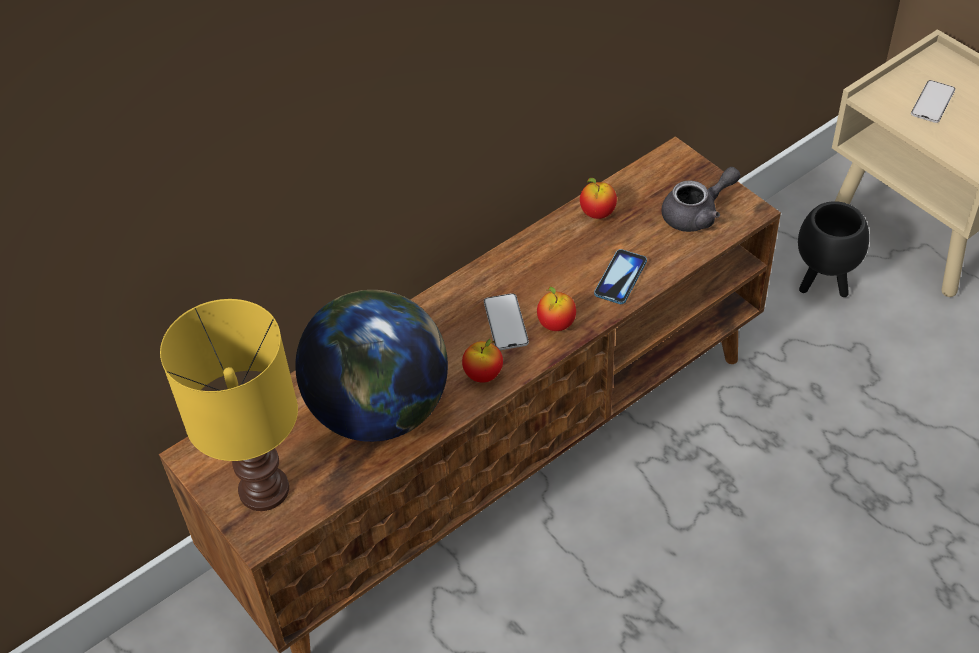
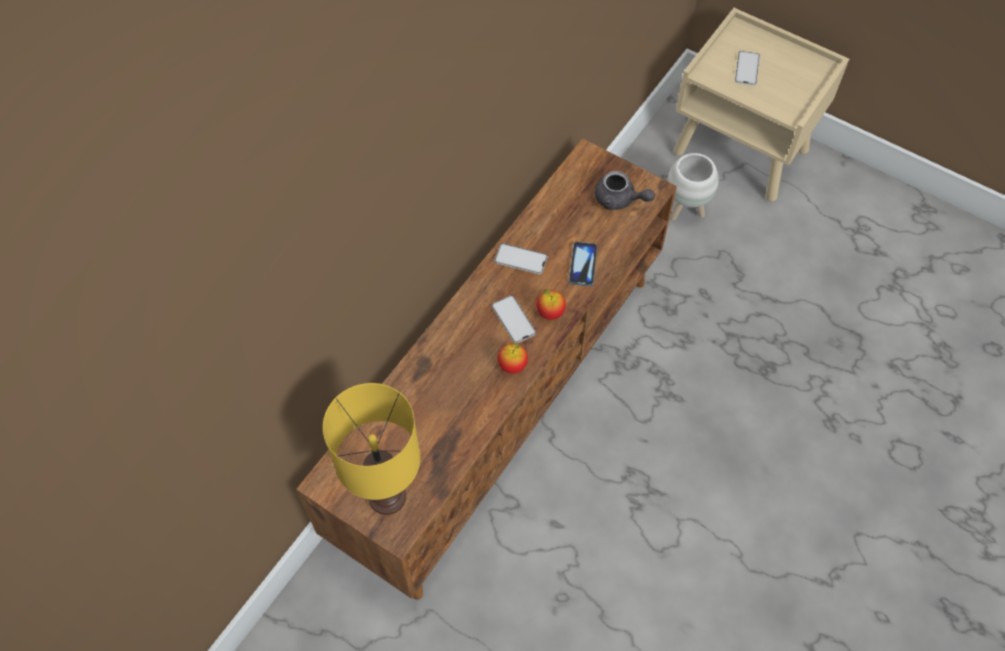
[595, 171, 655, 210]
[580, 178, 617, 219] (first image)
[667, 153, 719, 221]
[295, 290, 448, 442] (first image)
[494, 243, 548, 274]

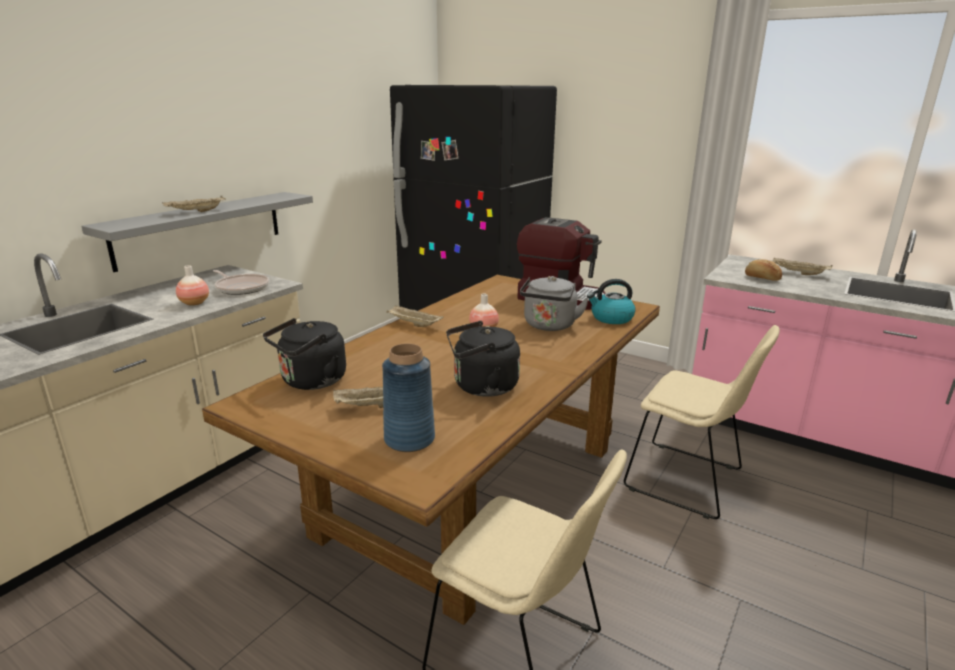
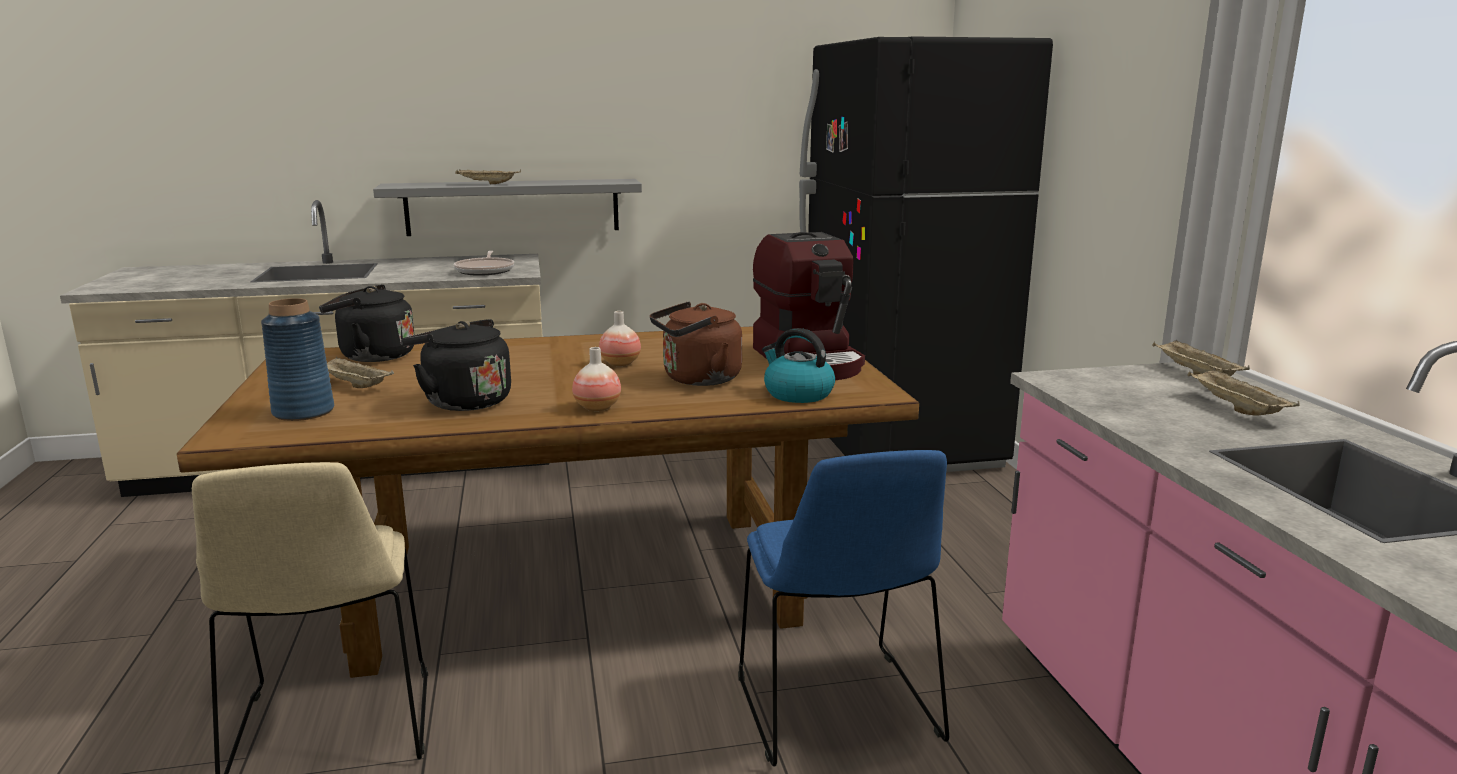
[745, 259, 782, 281] (first image)
[572, 347, 621, 411]
[650, 301, 742, 386]
[1152, 339, 1250, 376]
[738, 450, 949, 766]

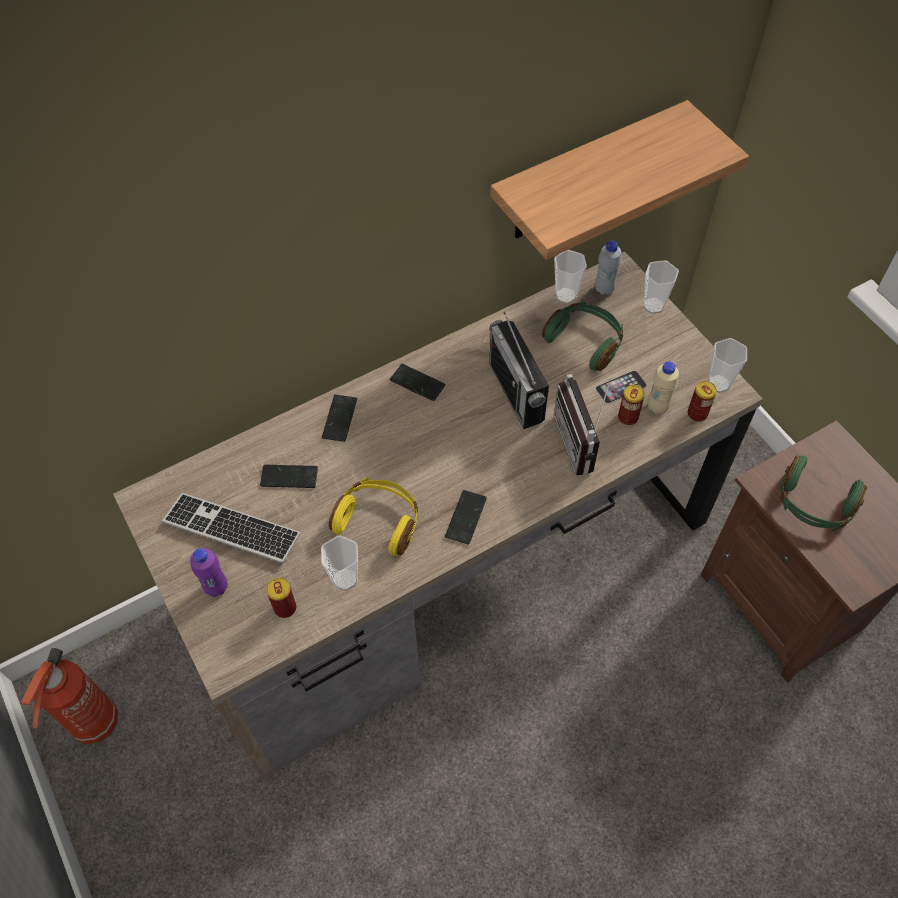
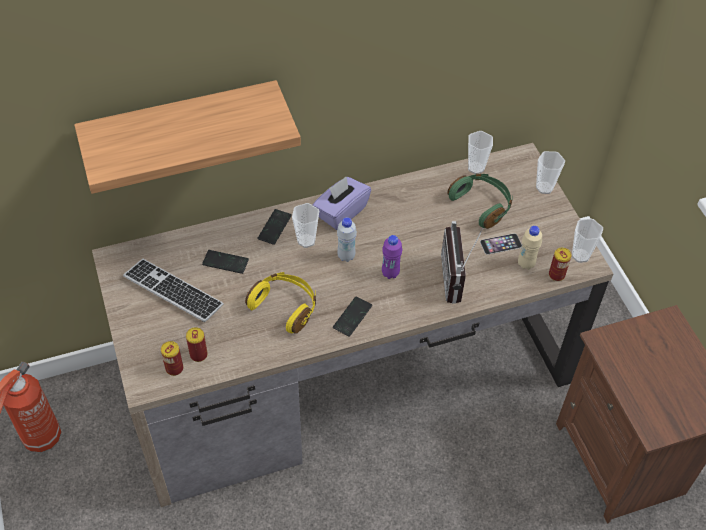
[74, 80, 301, 194]
[337, 217, 357, 262]
[489, 312, 549, 429] (first image)
[313, 177, 371, 230]
[161, 341, 183, 376]
[781, 455, 867, 532] (first image)
[292, 203, 319, 248]
[382, 235, 402, 279]

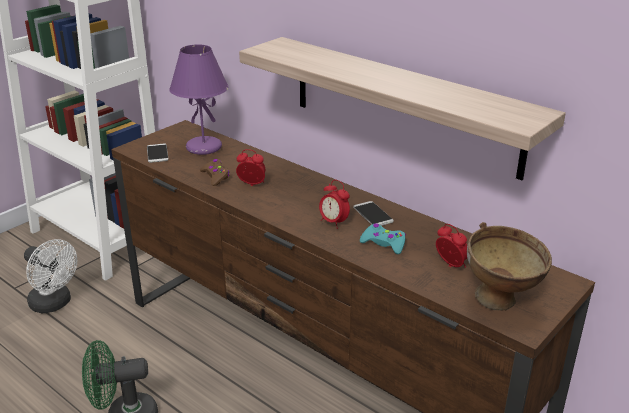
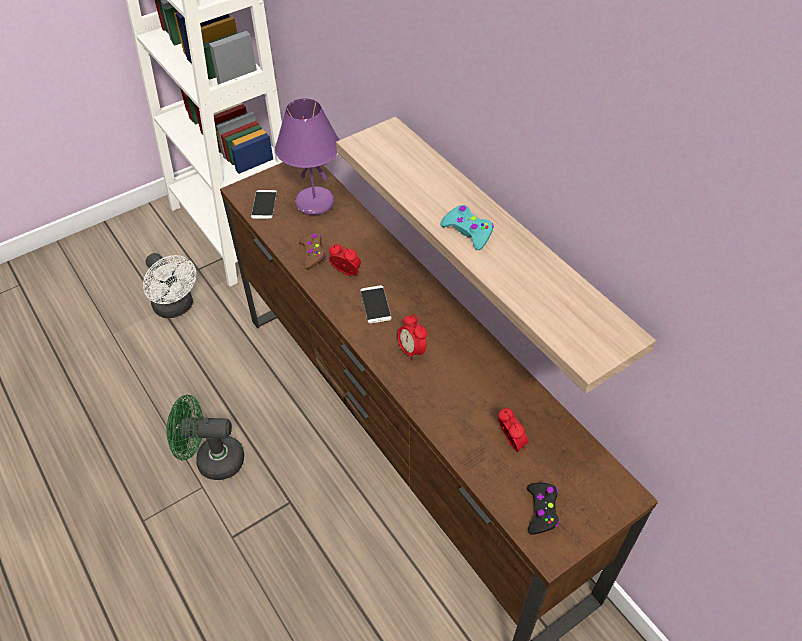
[360, 285, 392, 324]
[527, 483, 559, 535]
[440, 205, 494, 250]

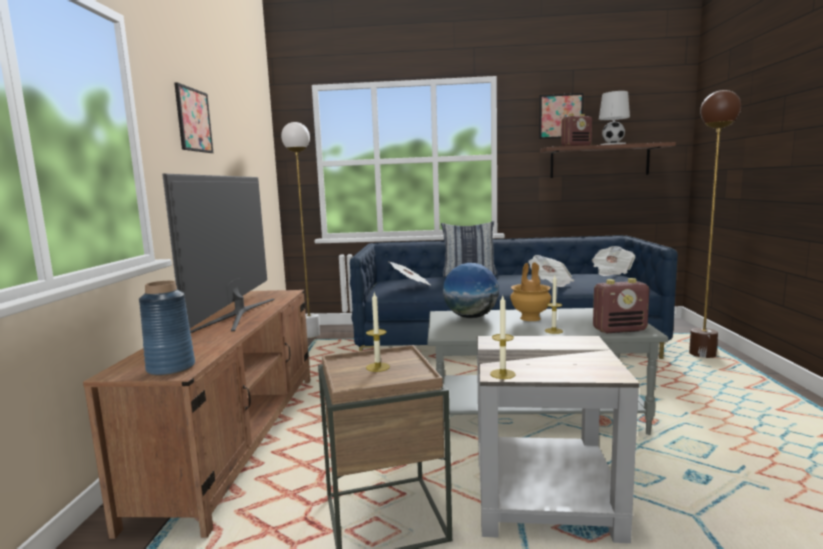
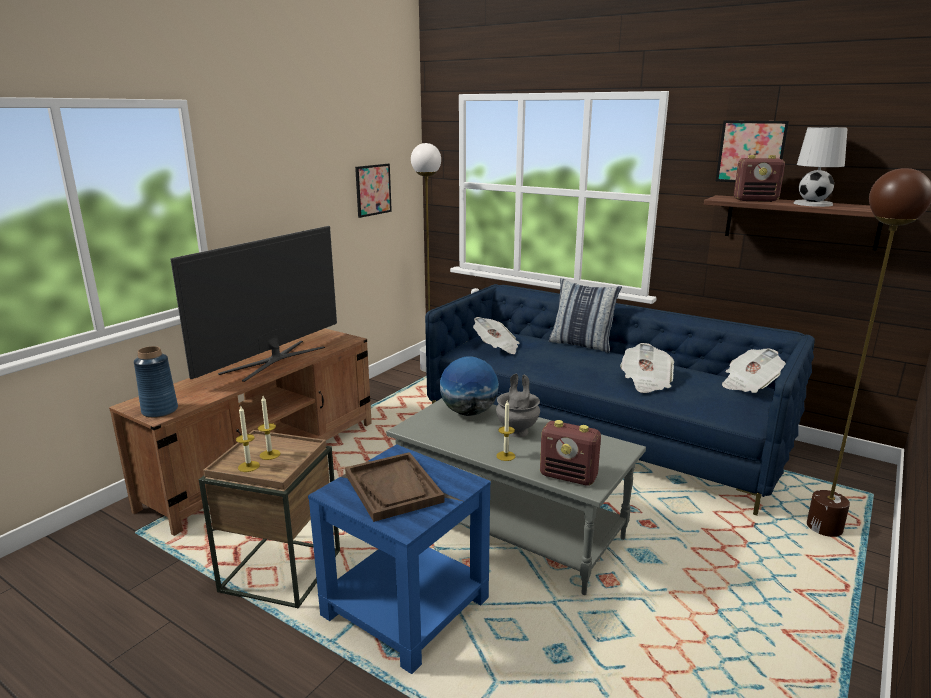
[355, 164, 392, 218]
[496, 374, 540, 437]
[236, 406, 260, 472]
[308, 444, 491, 674]
[345, 452, 444, 522]

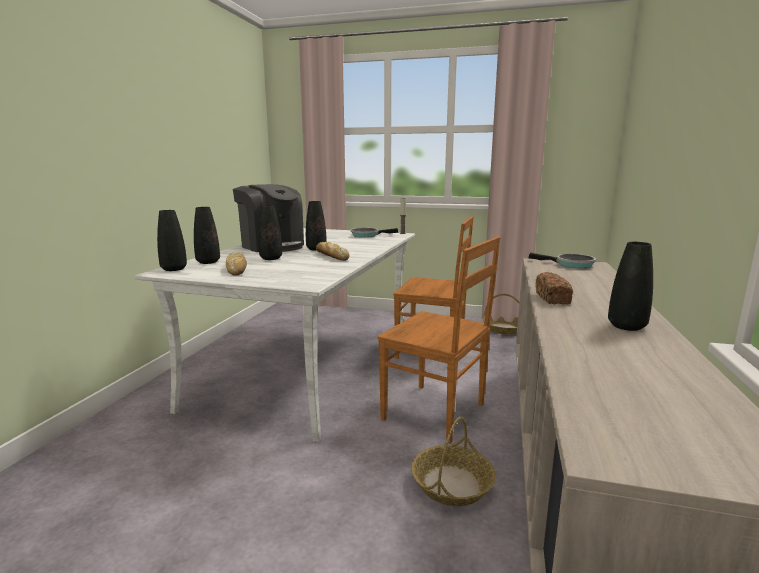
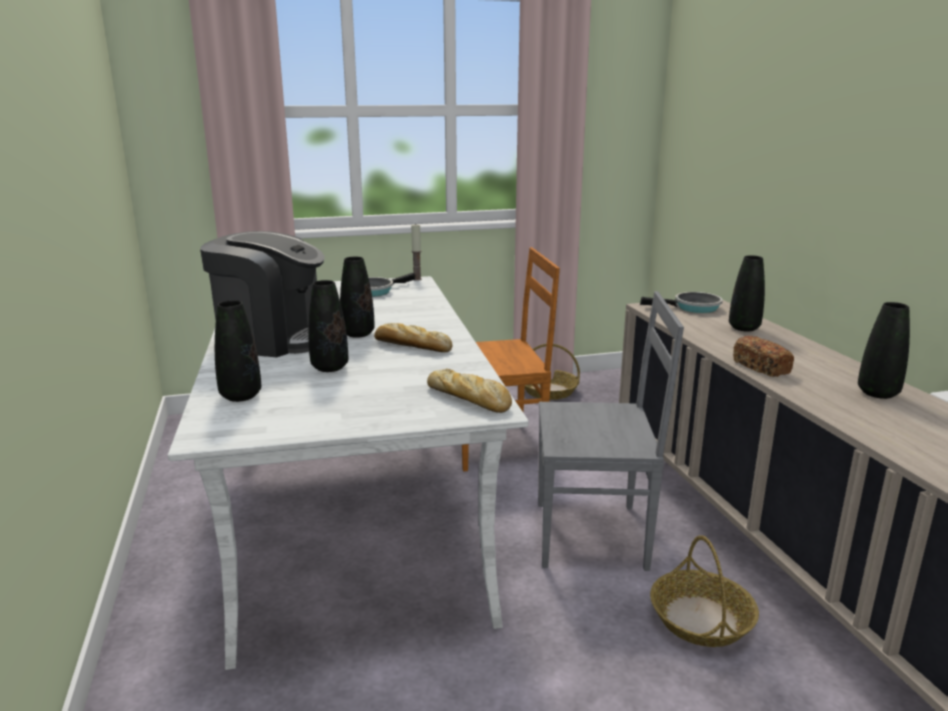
[729, 255, 765, 332]
[538, 291, 684, 571]
[427, 368, 512, 413]

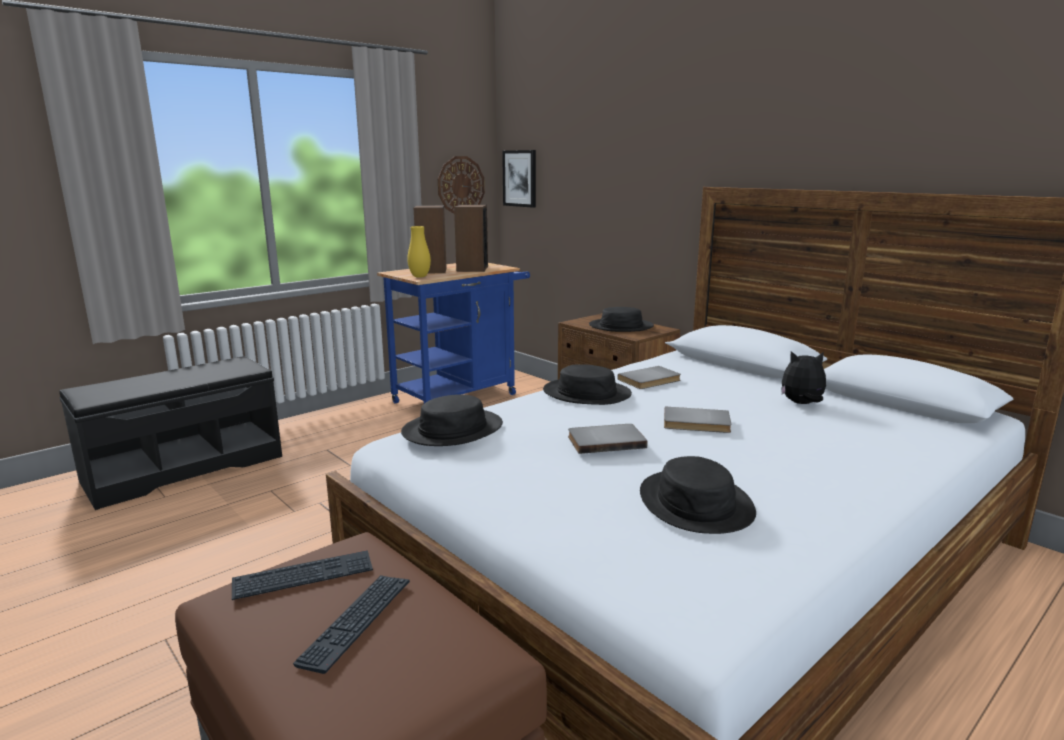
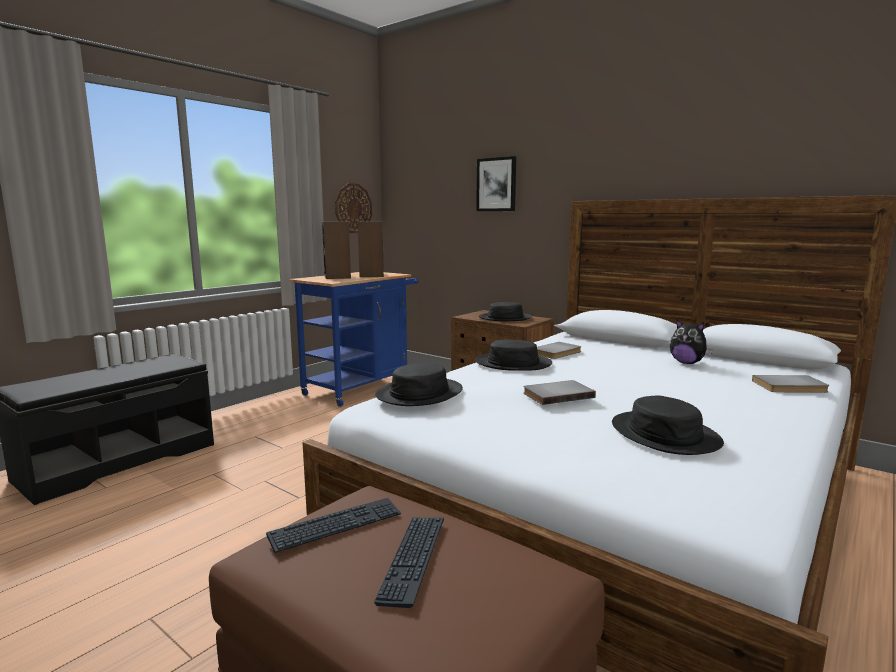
[476, 156, 516, 211]
[407, 226, 431, 278] (first image)
[670, 320, 712, 364]
[752, 375, 830, 393]

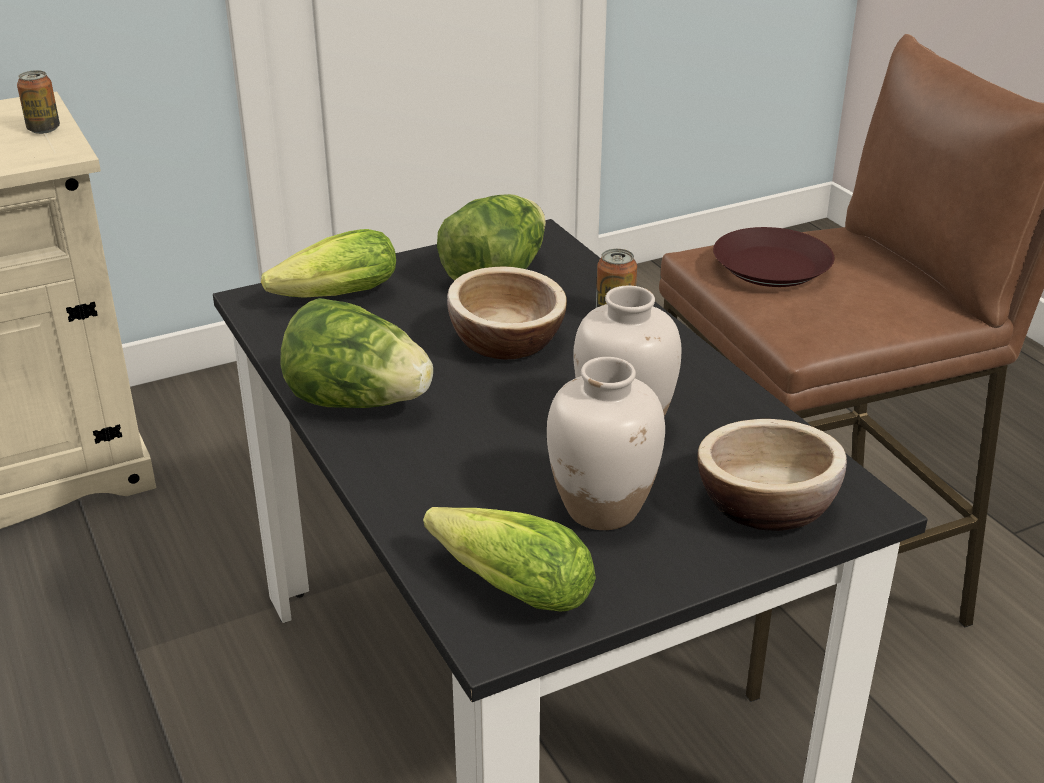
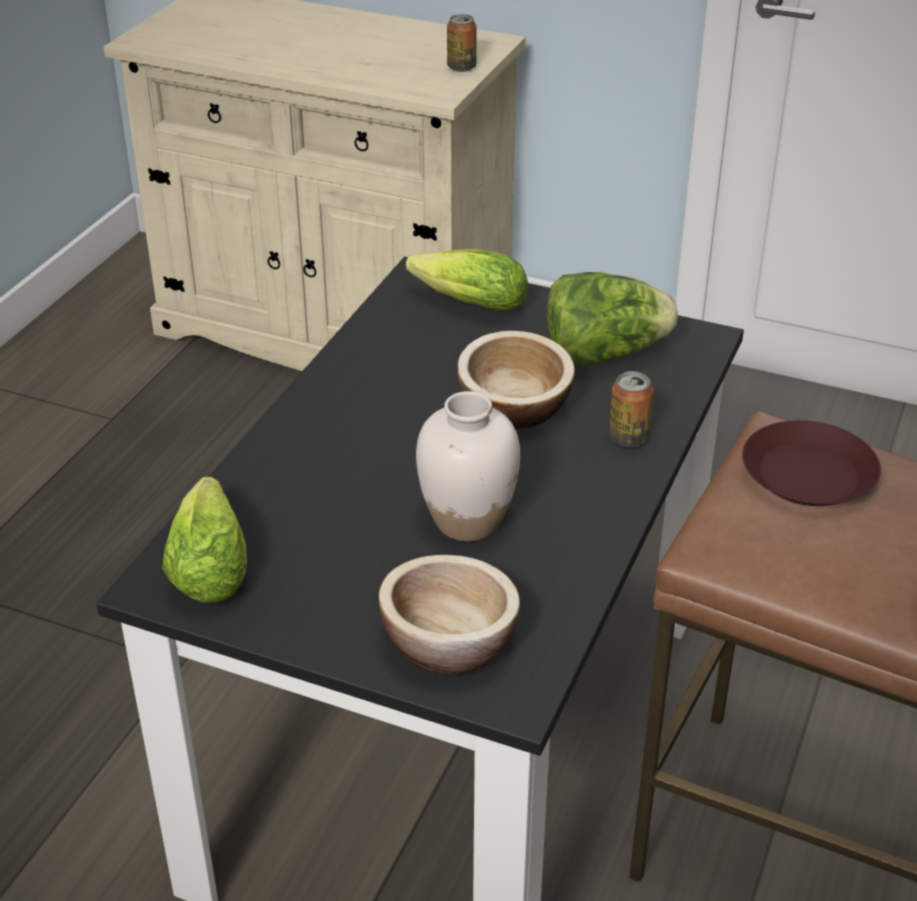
[280, 298, 433, 408] (first image)
[547, 357, 665, 530] (first image)

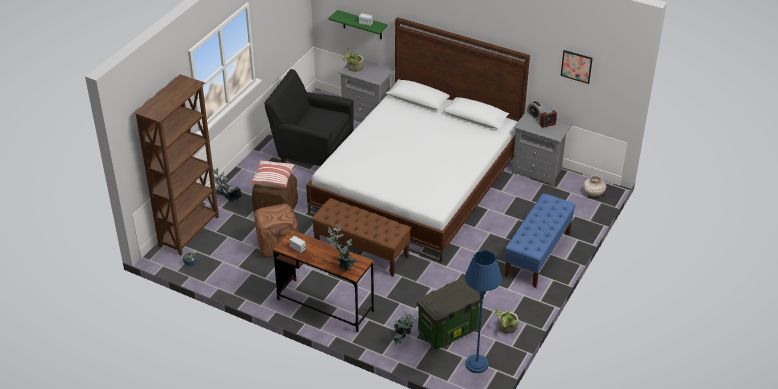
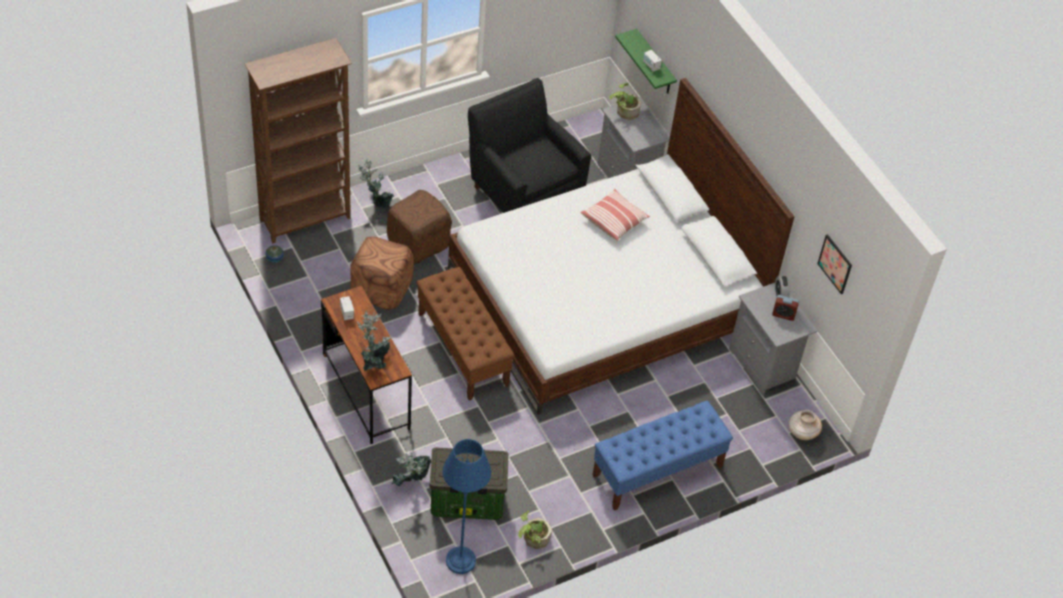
[581, 189, 650, 241]

